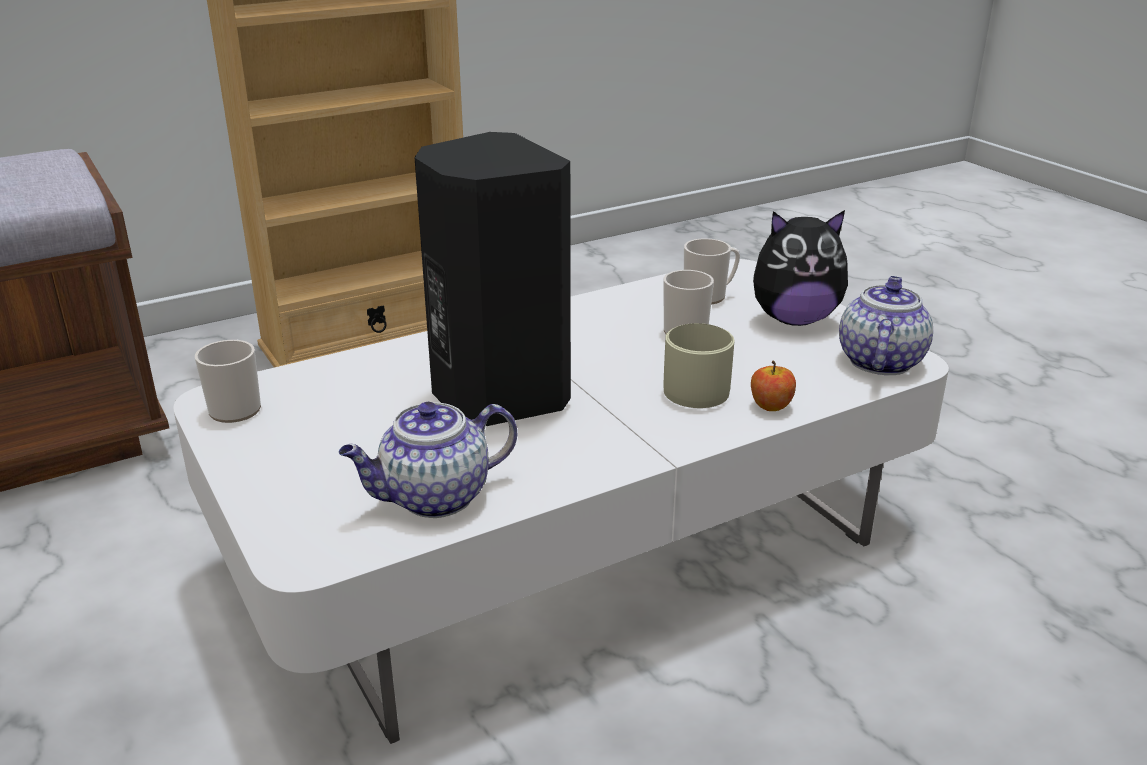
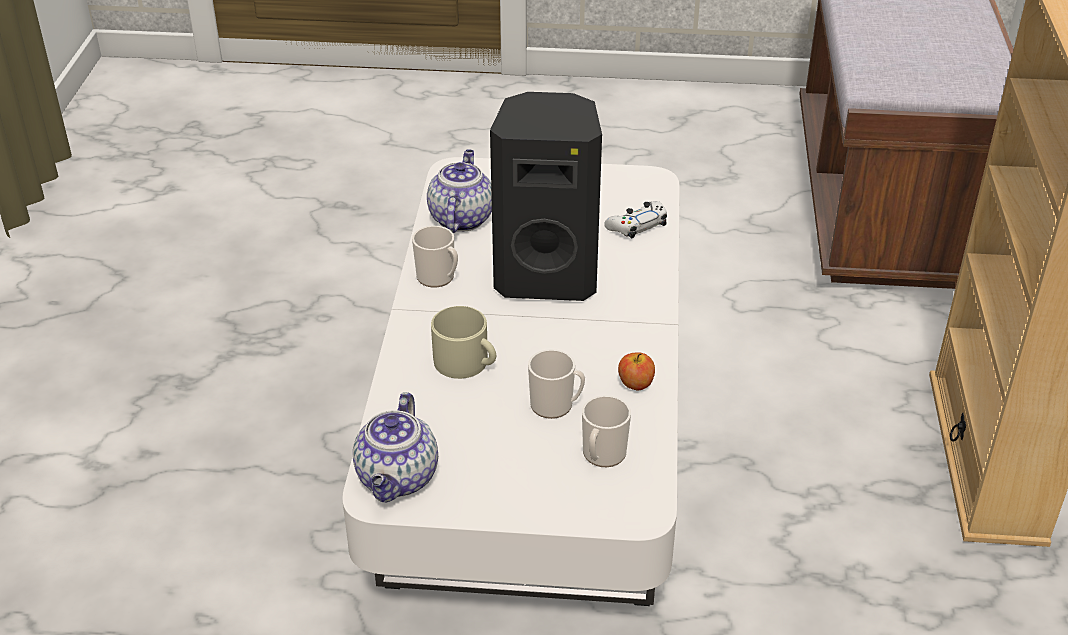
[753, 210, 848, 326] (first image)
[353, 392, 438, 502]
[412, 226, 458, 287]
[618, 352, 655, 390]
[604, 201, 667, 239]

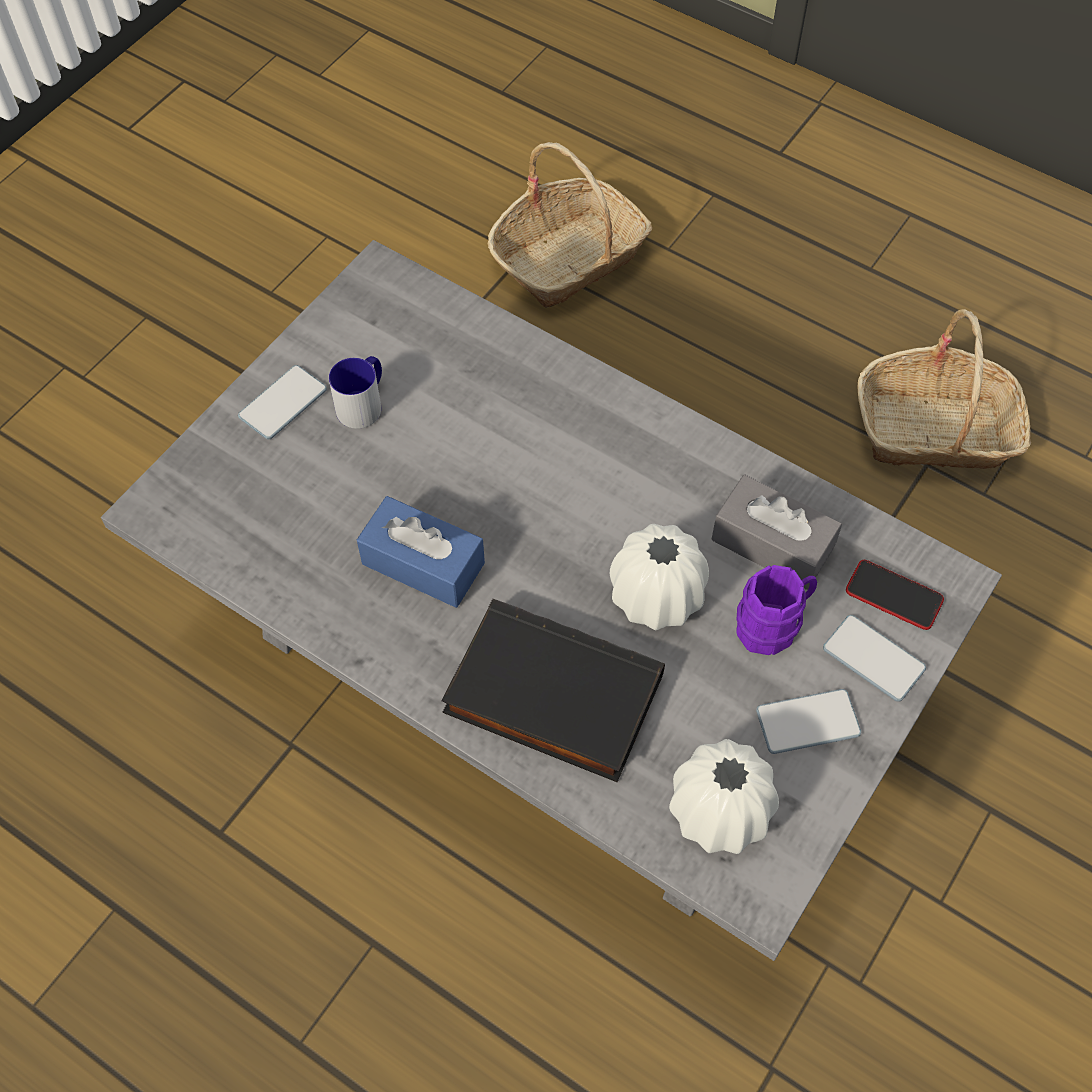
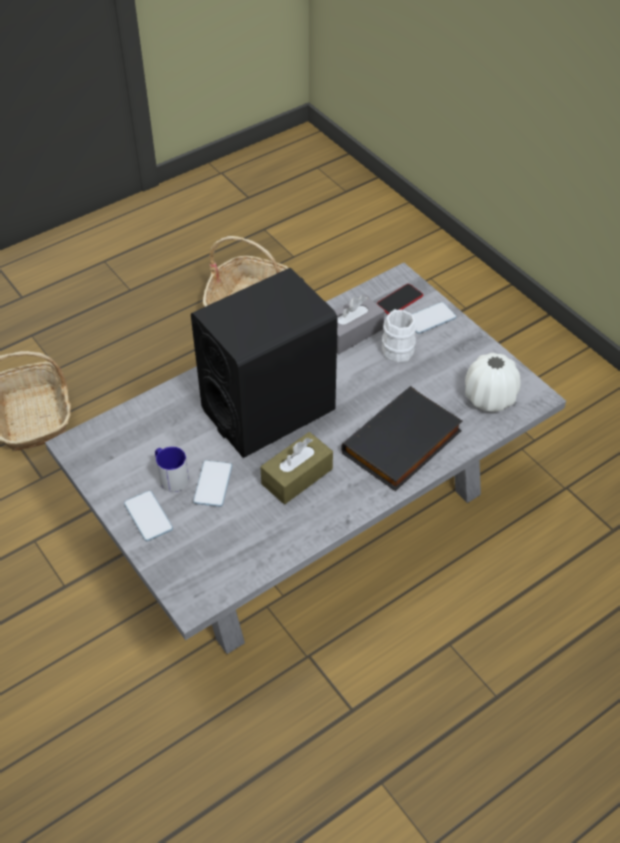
[260, 432, 333, 504]
[610, 524, 709, 630] (first image)
[382, 309, 416, 362]
[193, 460, 232, 507]
[191, 268, 338, 458]

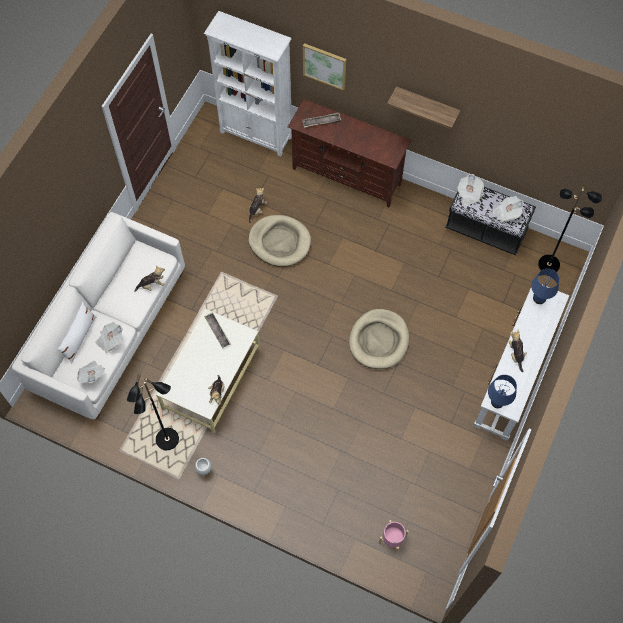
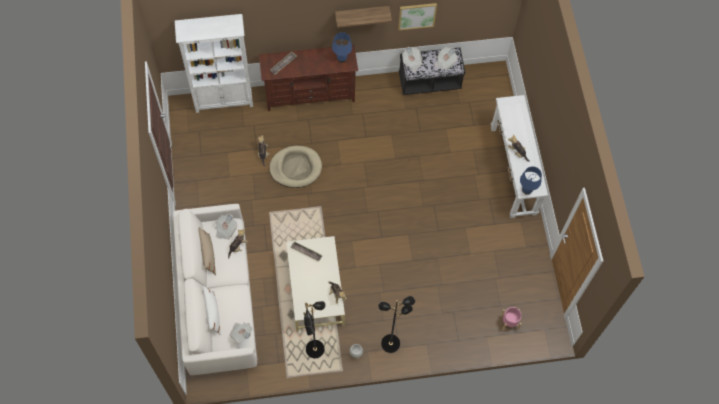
[398, 3, 437, 30]
[378, 296, 415, 353]
[332, 32, 352, 63]
[349, 309, 409, 369] (first image)
[215, 214, 237, 240]
[199, 227, 216, 275]

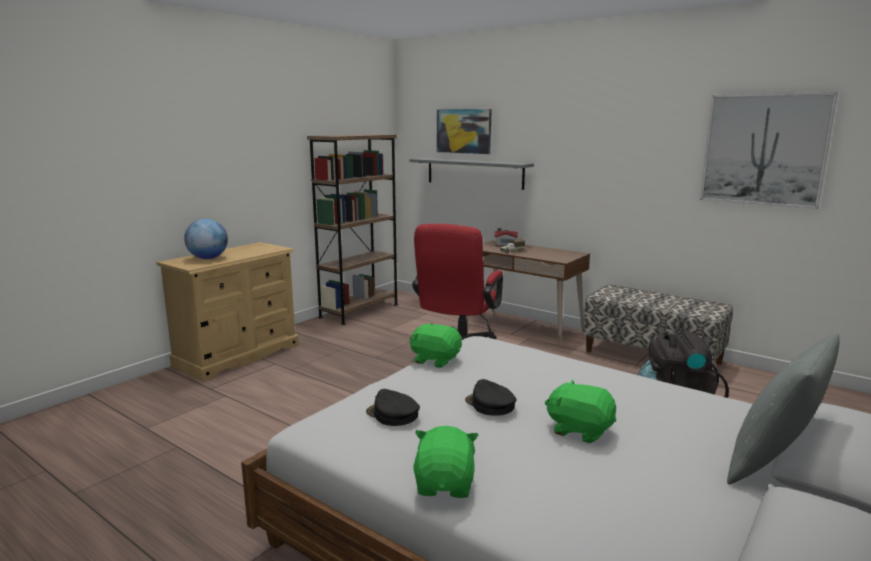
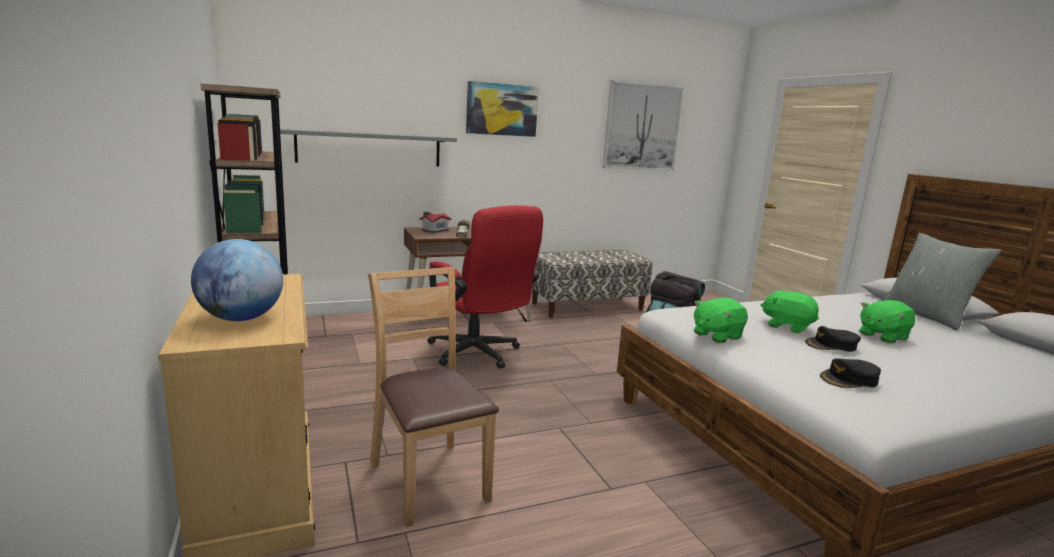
[466, 81, 539, 137]
[761, 290, 819, 333]
[368, 267, 499, 527]

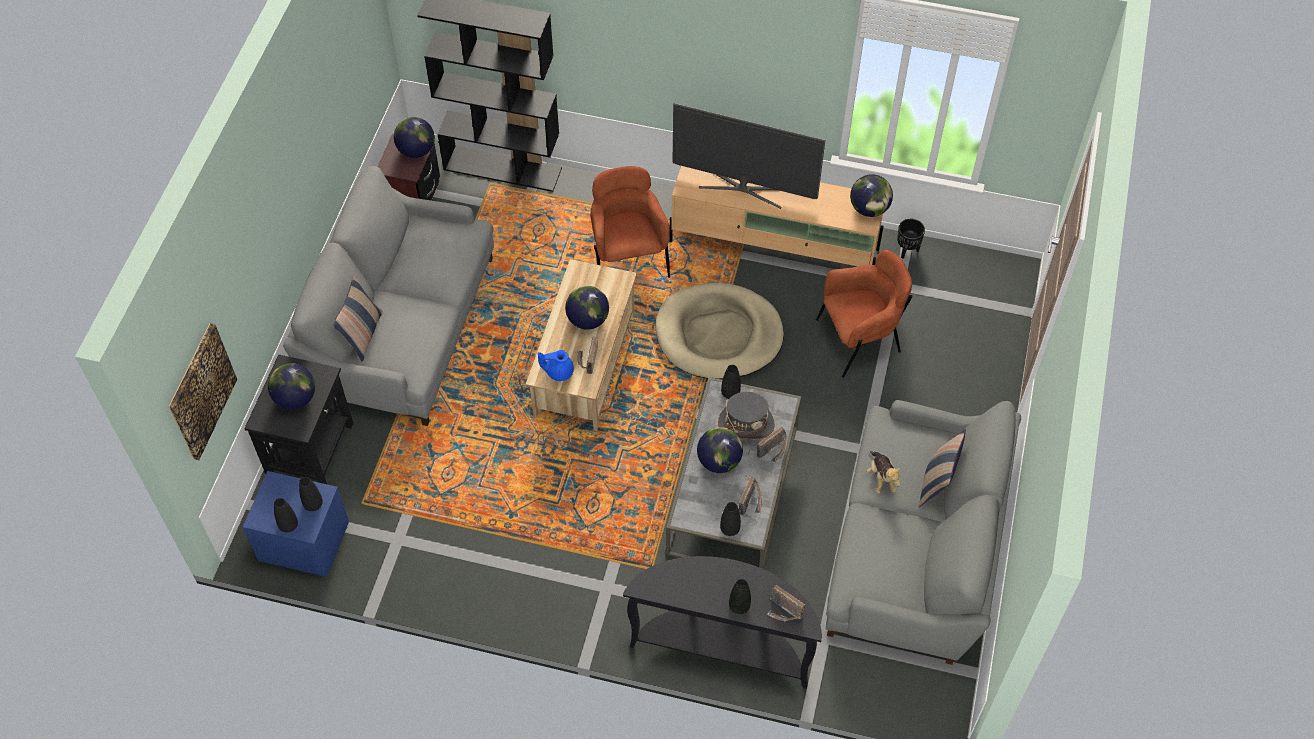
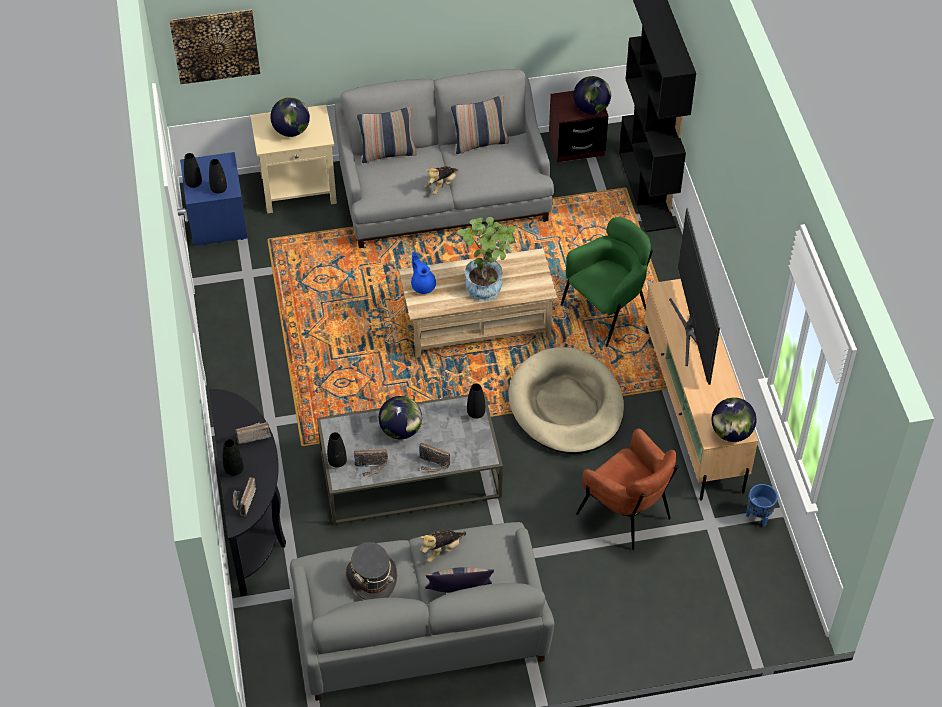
[560, 217, 653, 347]
[746, 484, 778, 527]
[457, 217, 516, 301]
[235, 422, 271, 444]
[250, 105, 337, 213]
[346, 542, 397, 600]
[451, 95, 509, 154]
[424, 166, 458, 195]

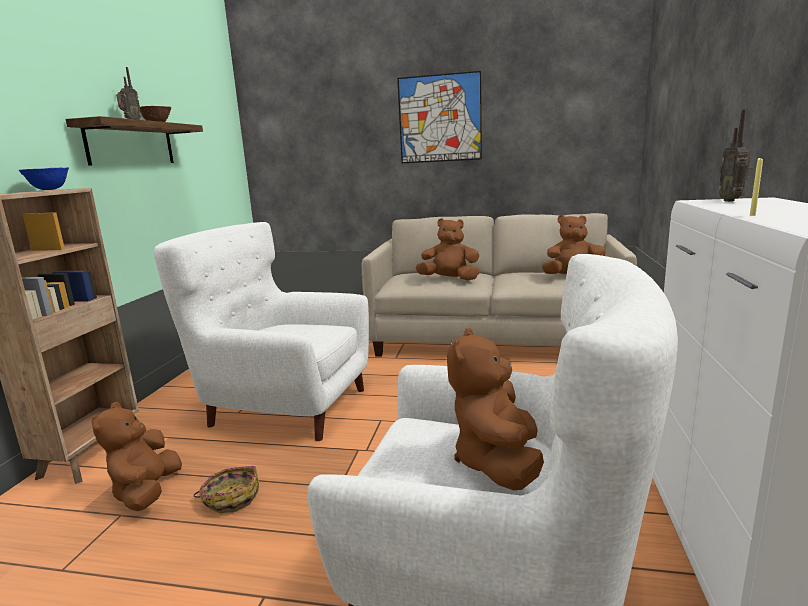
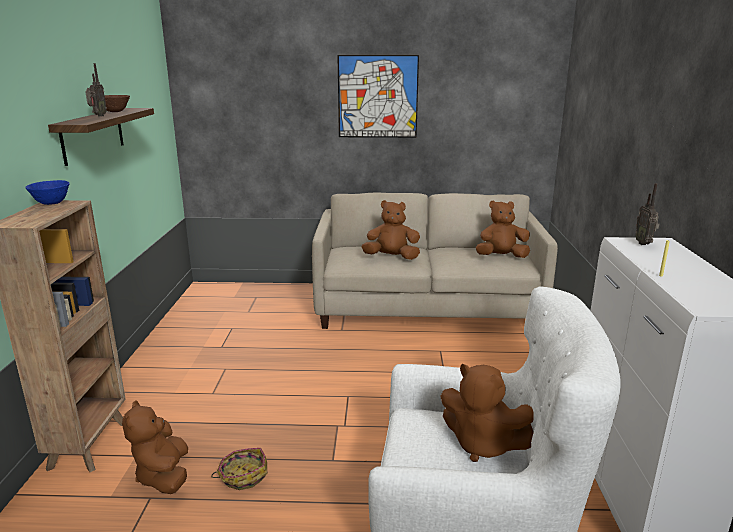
[154, 222, 369, 441] (first image)
[440, 364, 534, 462]

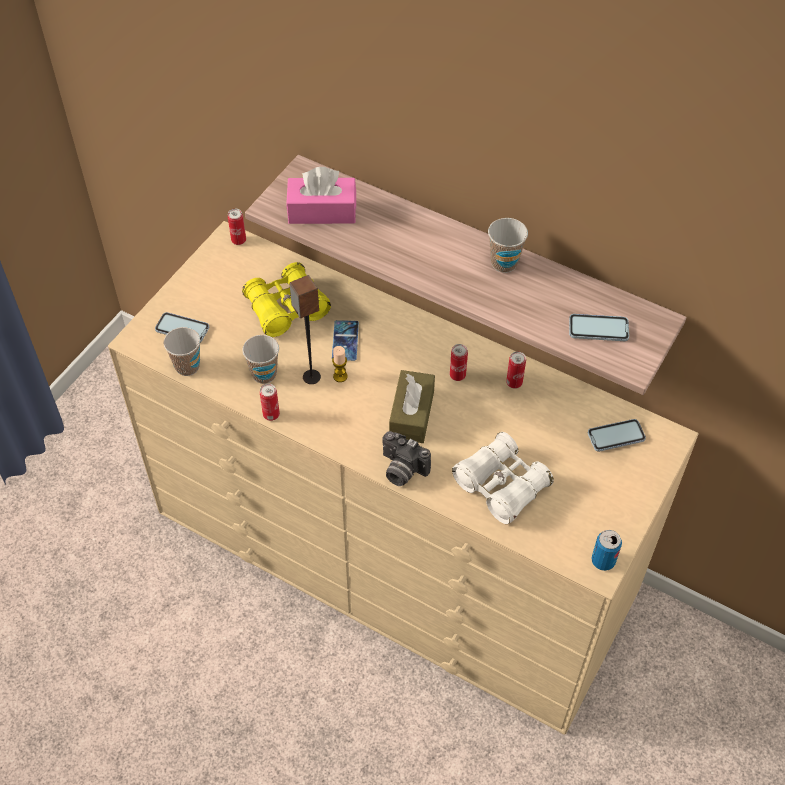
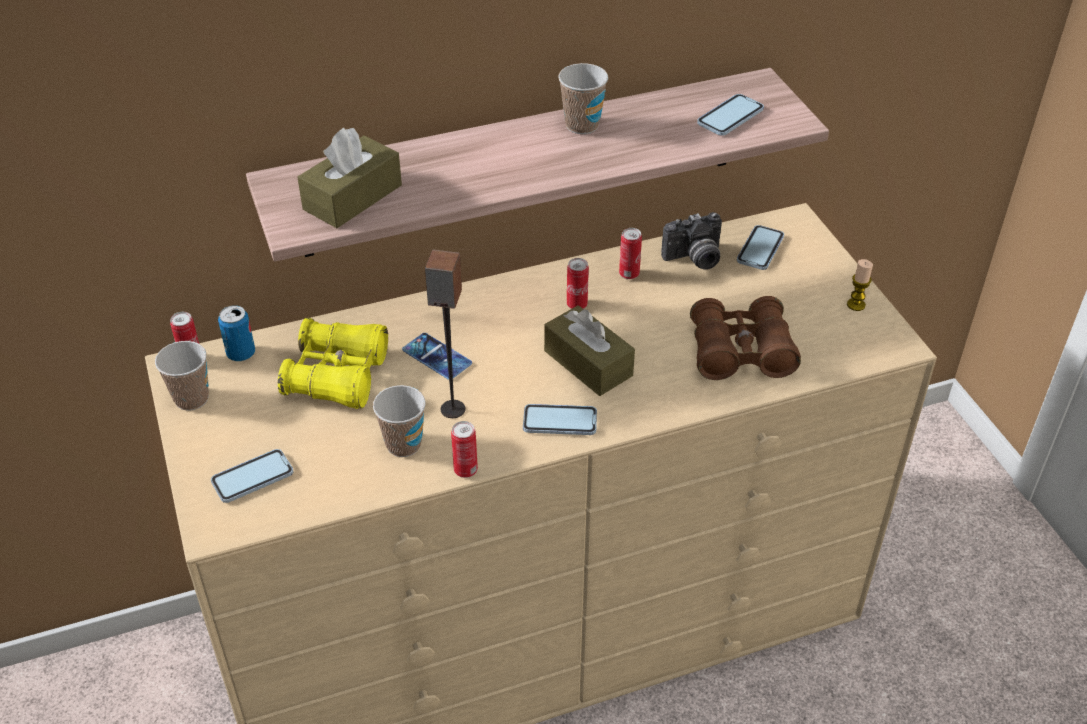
[297, 128, 402, 228]
[155, 341, 209, 410]
[847, 259, 873, 311]
[661, 212, 722, 270]
[690, 296, 801, 380]
[218, 305, 255, 361]
[523, 404, 597, 435]

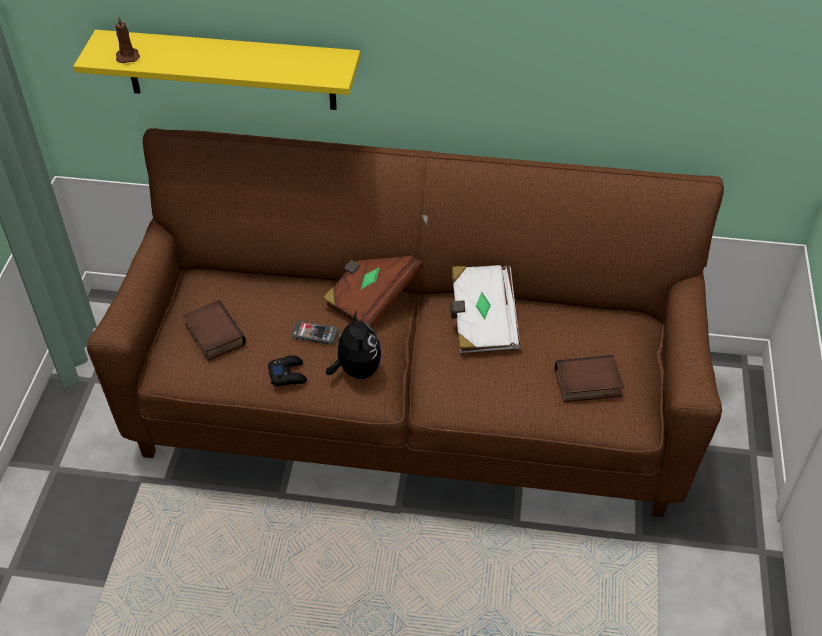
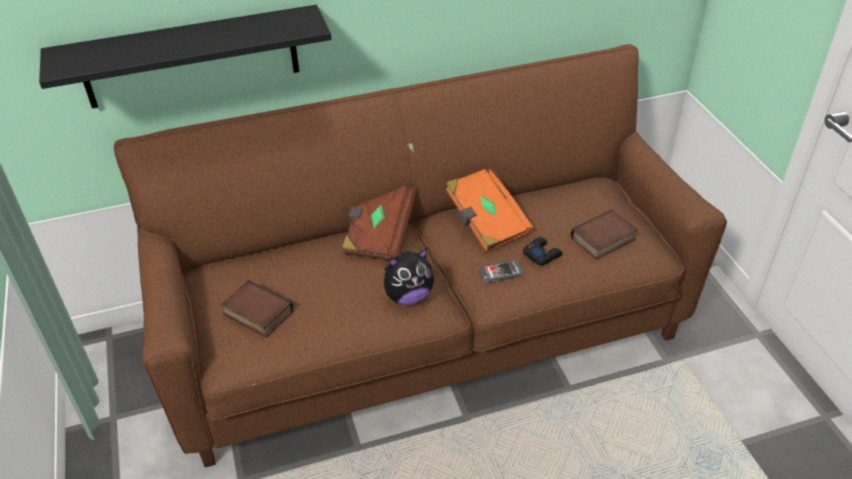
[116, 17, 140, 63] (first image)
[39, 5, 331, 109]
[446, 167, 534, 252]
[384, 248, 434, 305]
[479, 260, 524, 283]
[523, 237, 562, 266]

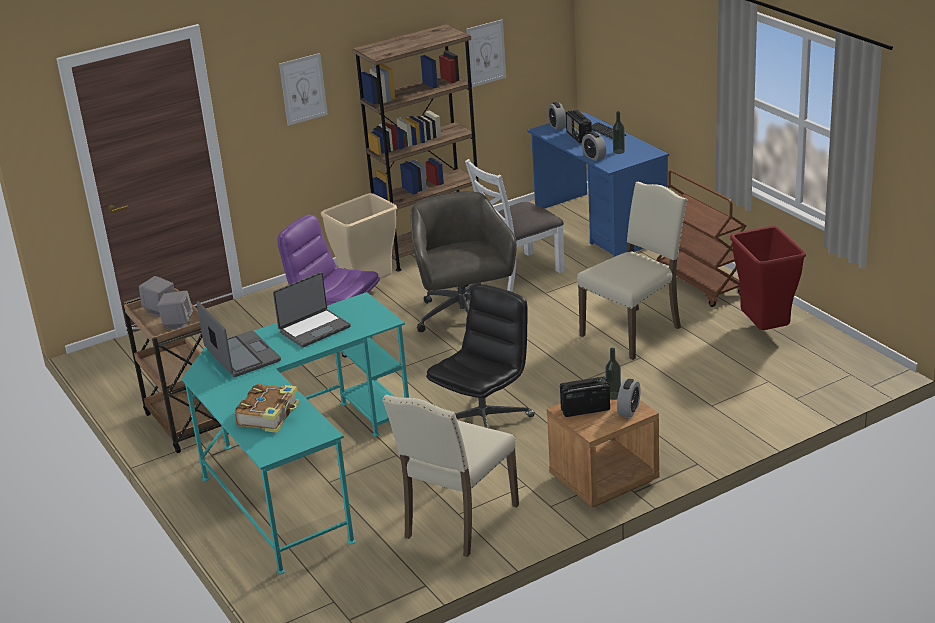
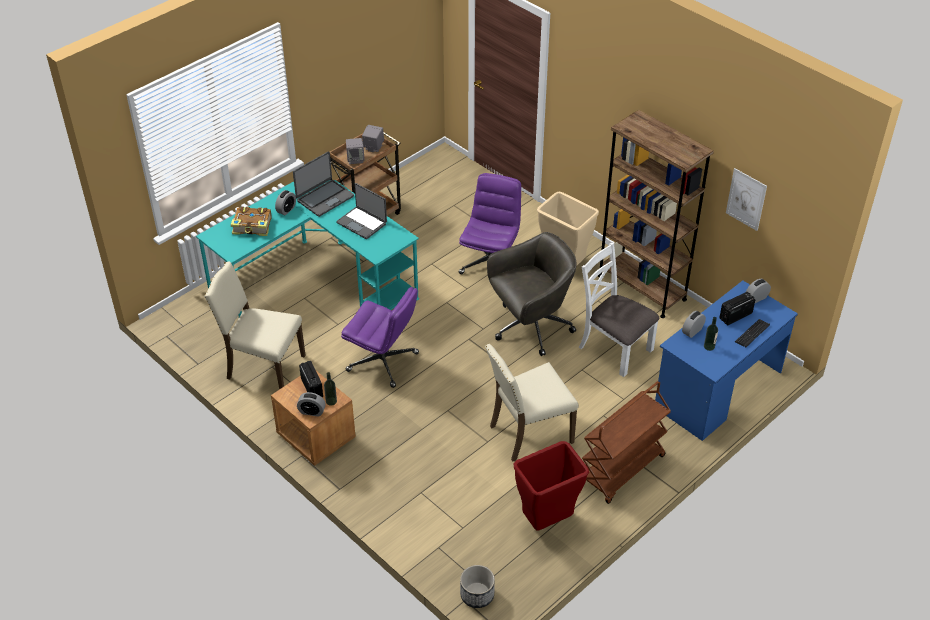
[279, 53, 328, 126] (first image)
[485, 344, 579, 462]
[341, 287, 419, 388]
[275, 190, 296, 215]
[460, 565, 495, 608]

